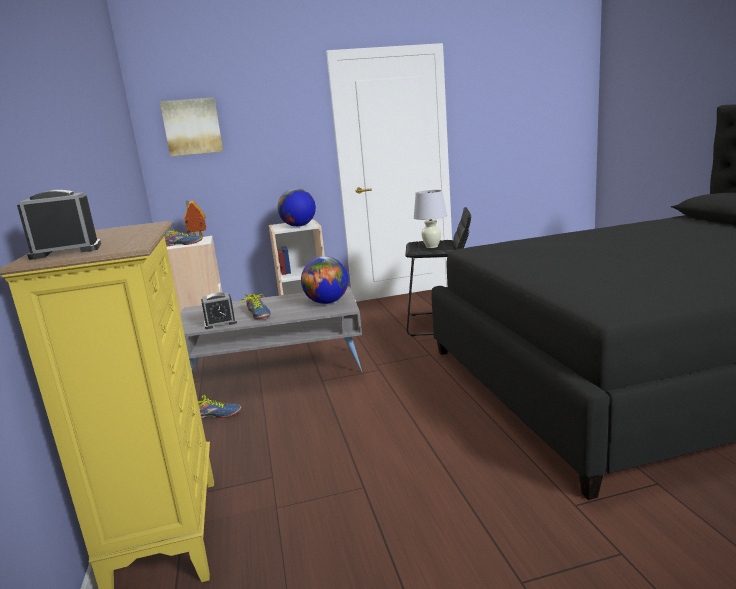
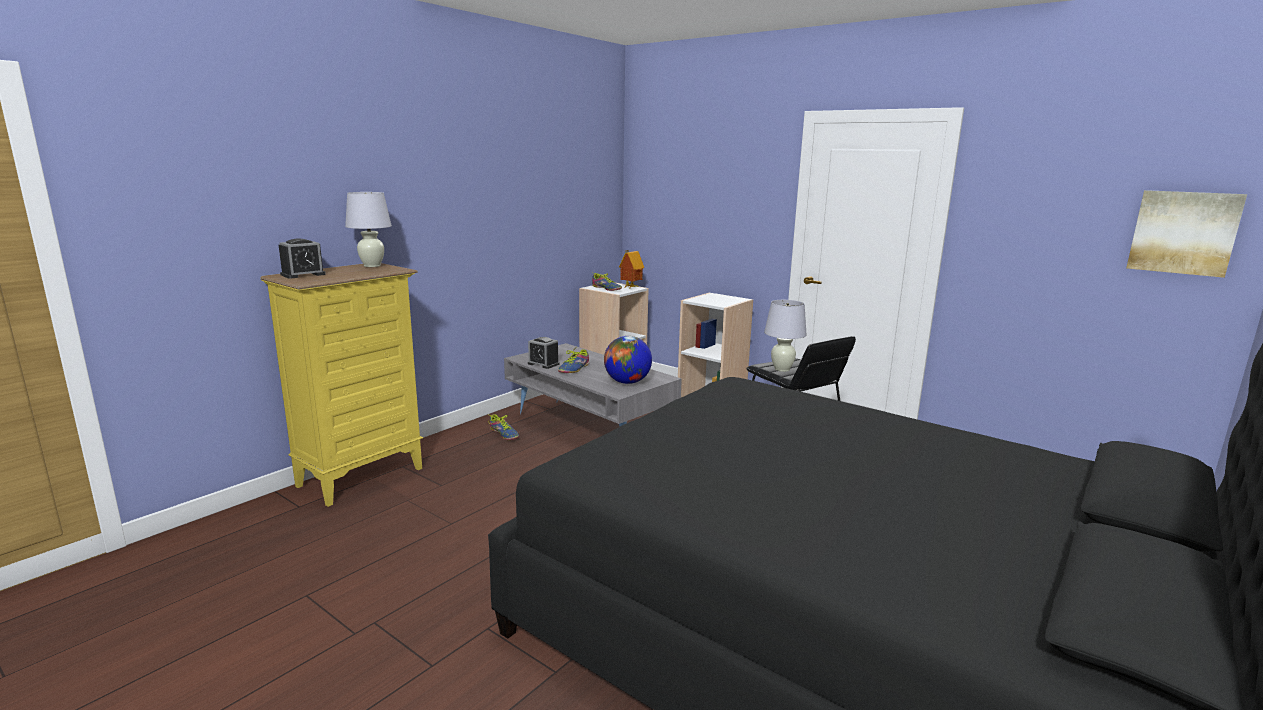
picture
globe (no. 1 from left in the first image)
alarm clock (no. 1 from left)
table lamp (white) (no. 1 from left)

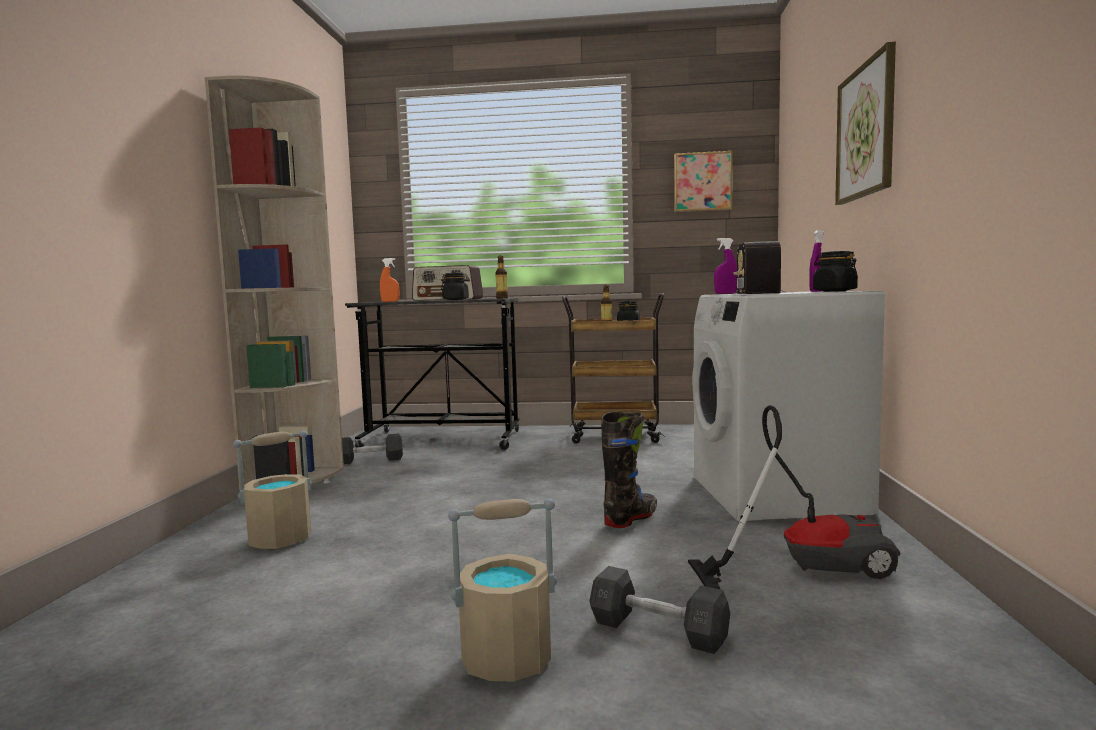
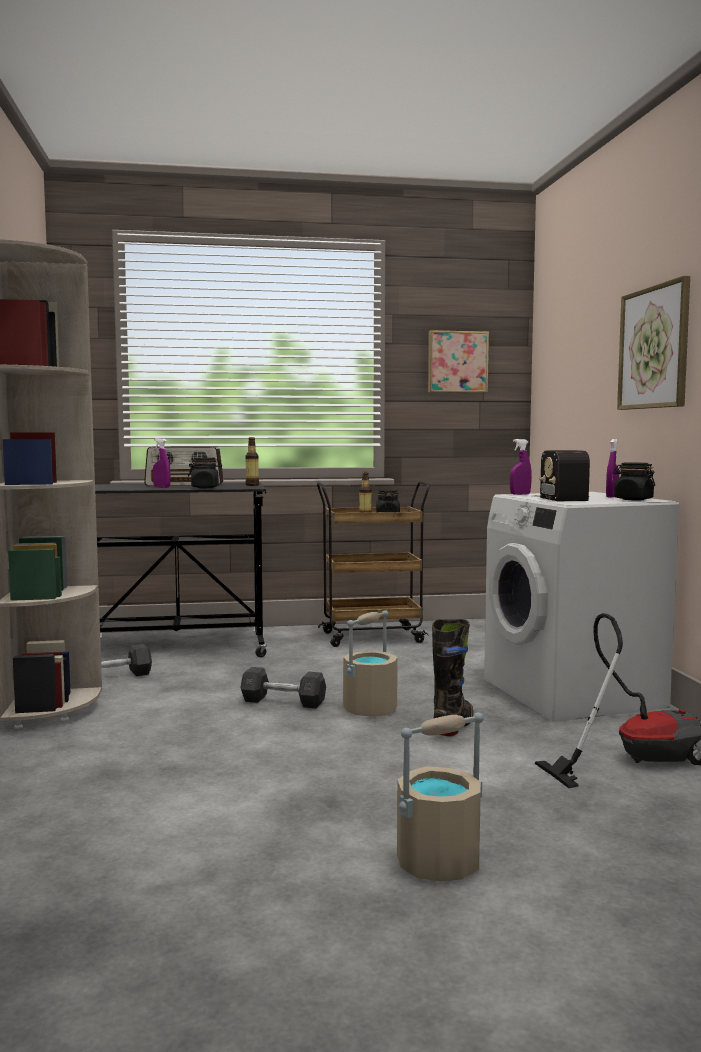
spray bottle (orange)
bucket (beige) (no. 1 from left)
dumbbell (grey) (no. 2 from left)
spray bottle (purple) (no. 1 from left)

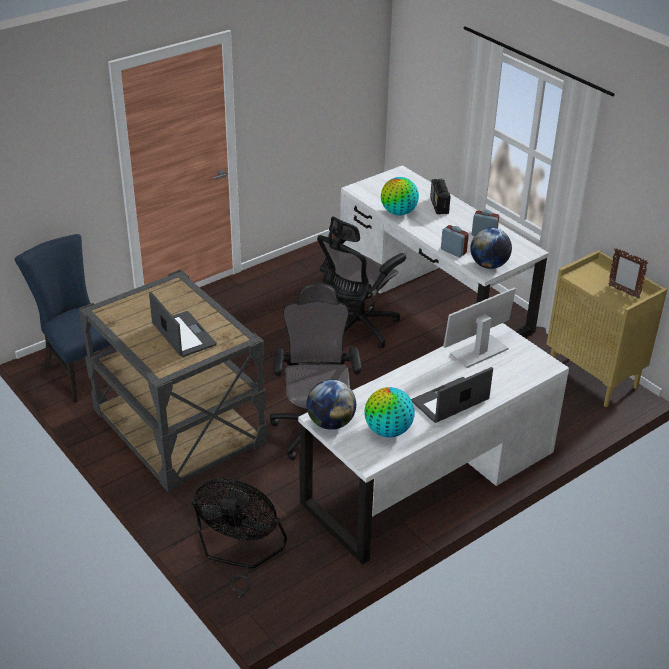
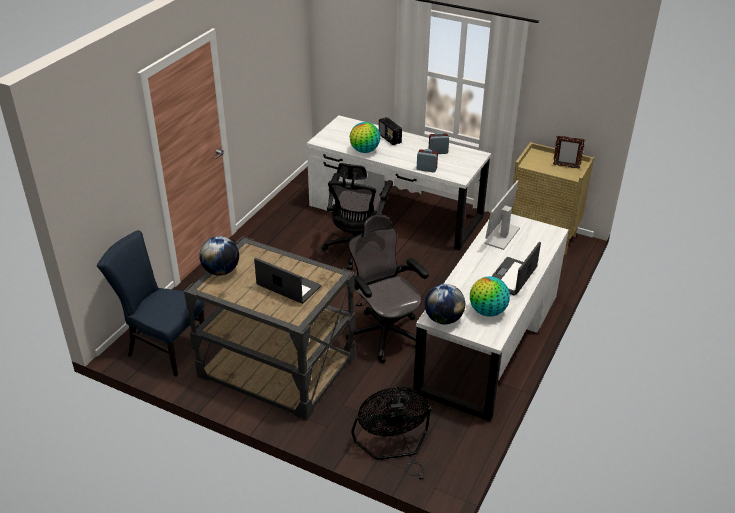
globe (no. 1 from left)

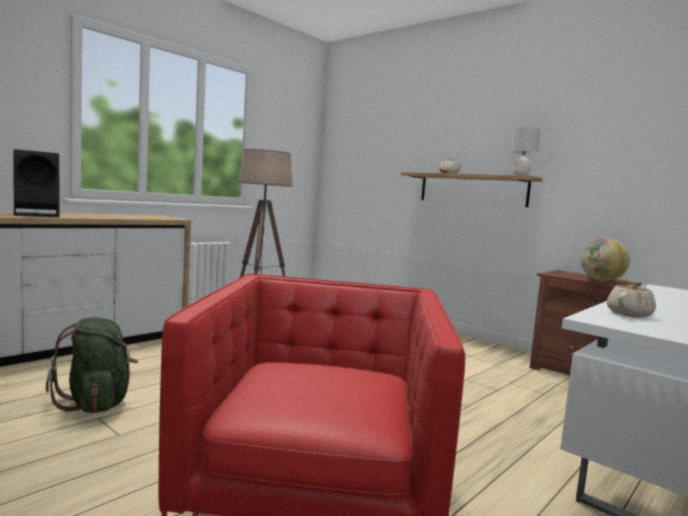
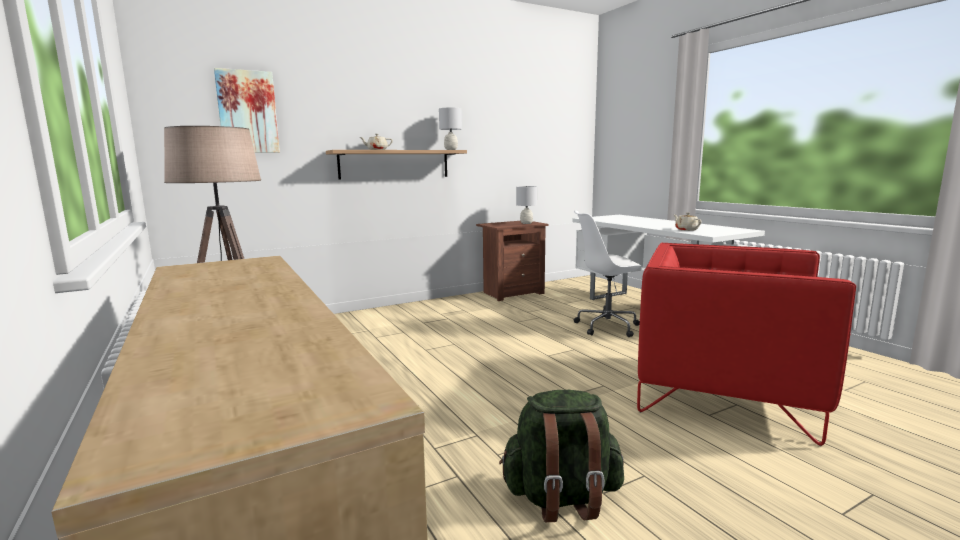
speaker (black)
table lamp (grey) (no. 2 from left)
picture
office chair (white)

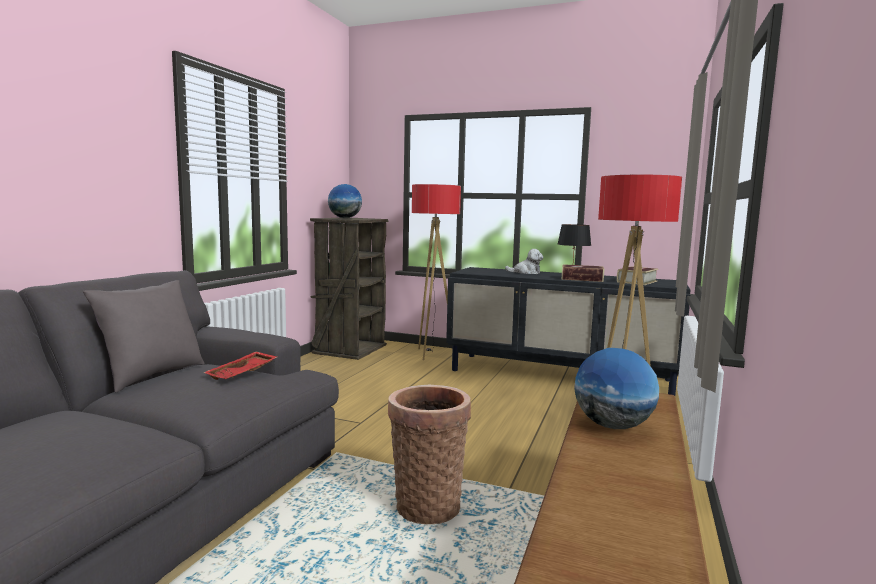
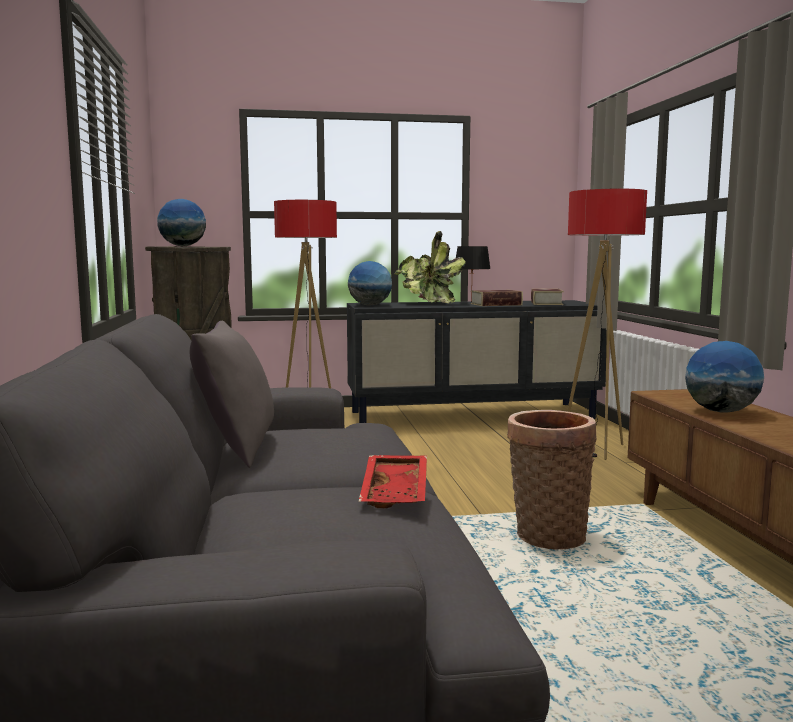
potted plant
tray (red)
globe (no. 2 from left)

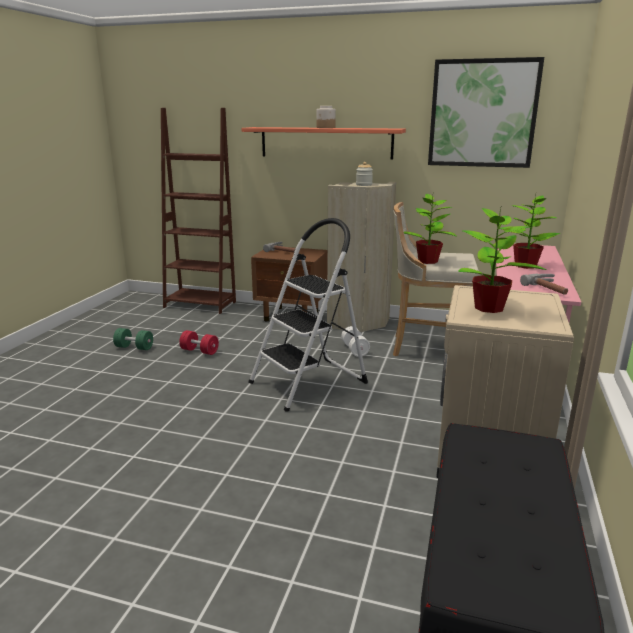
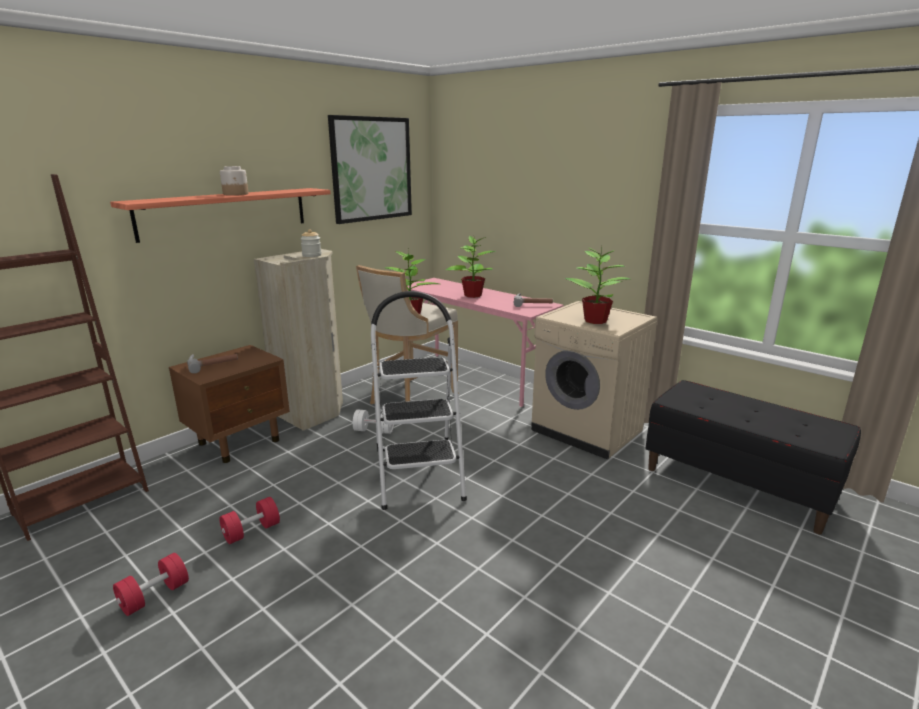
dumbbell (red) (no. 1 from left)

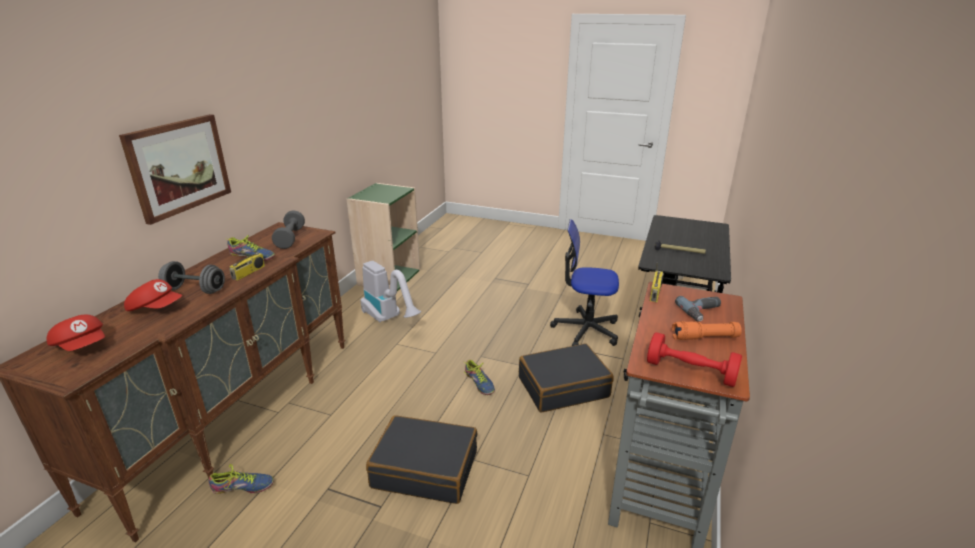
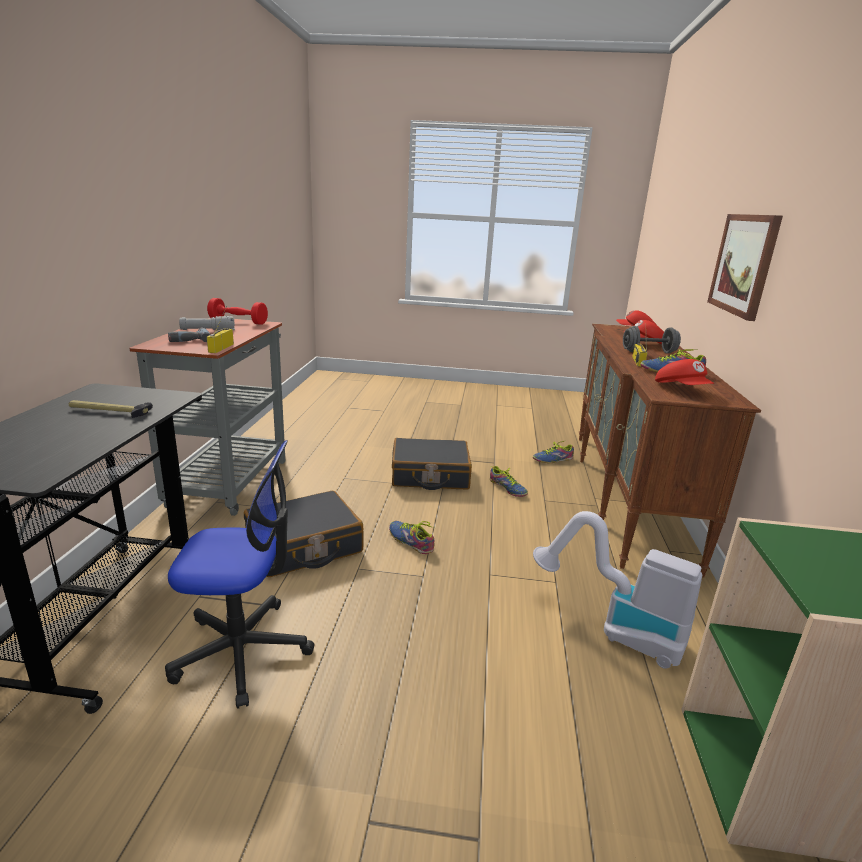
cap (red) (no. 3 from left)
flashlight (grey)
shoe (no. 2 from left)

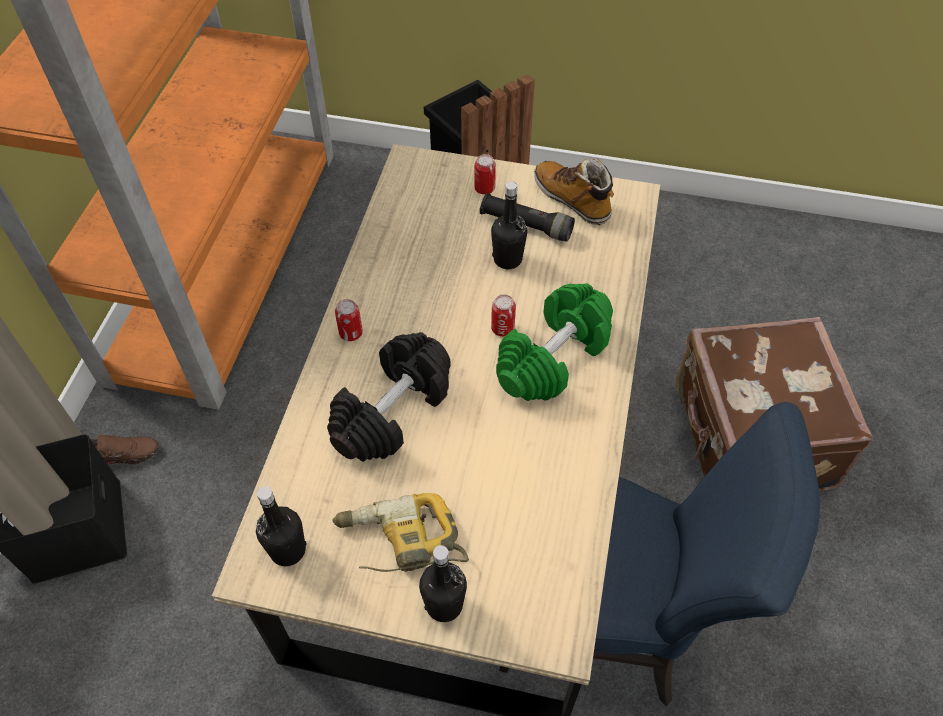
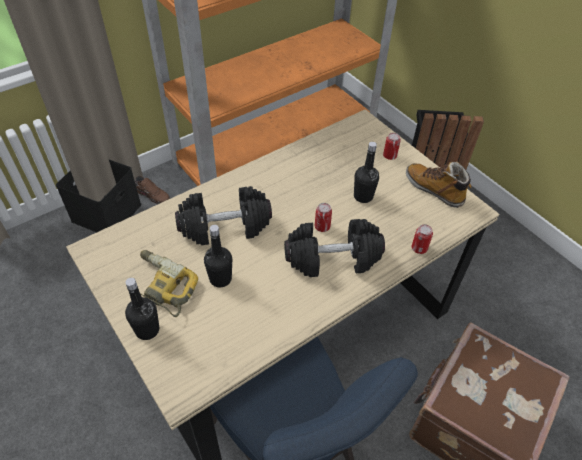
boot
flashlight (black)
dumbbell (black) (no. 2 from left)
can (no. 3 from left)
bottle (black) (no. 2 from left)

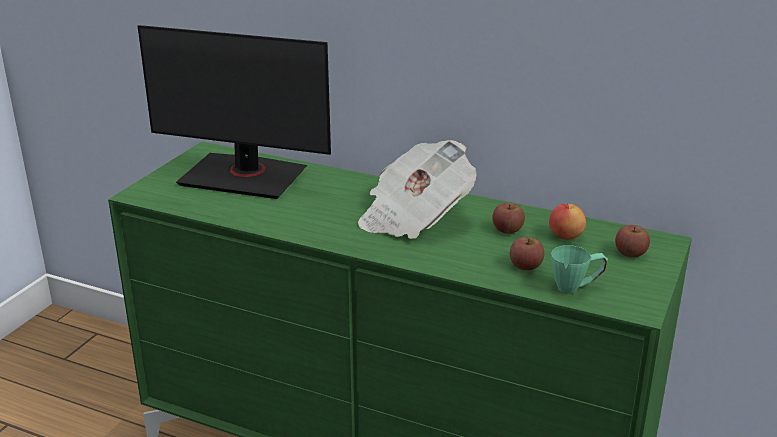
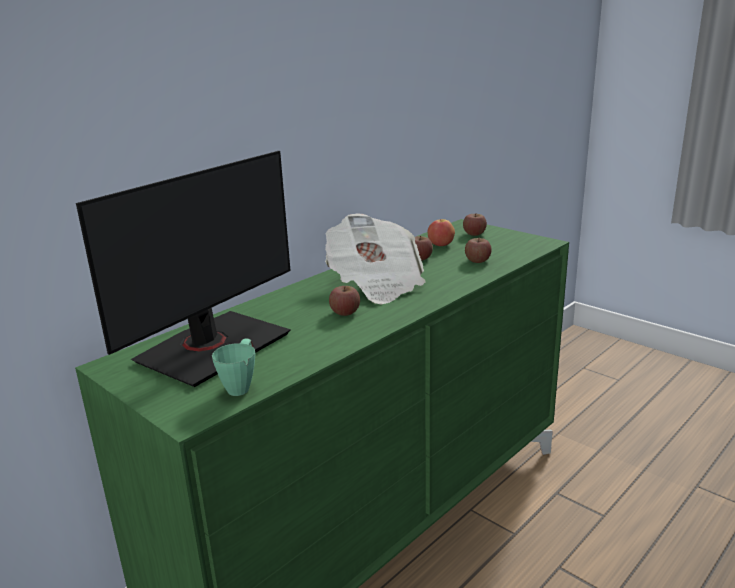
mug (green)
apple (no. 1 from left)

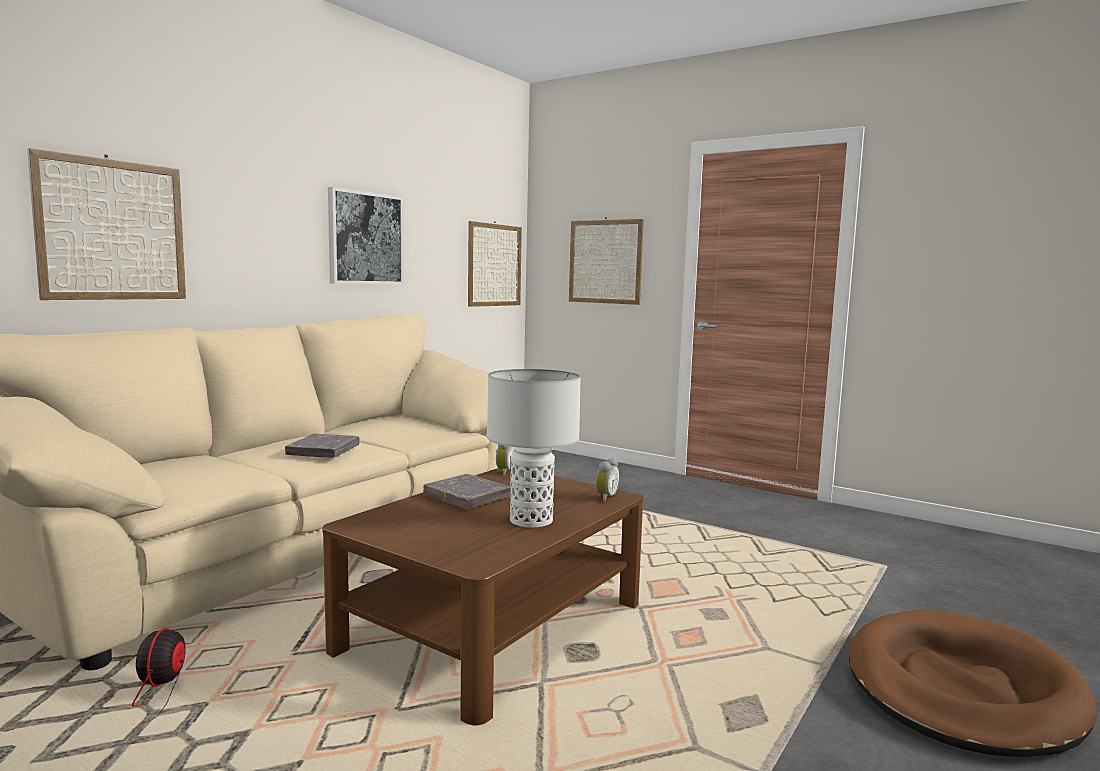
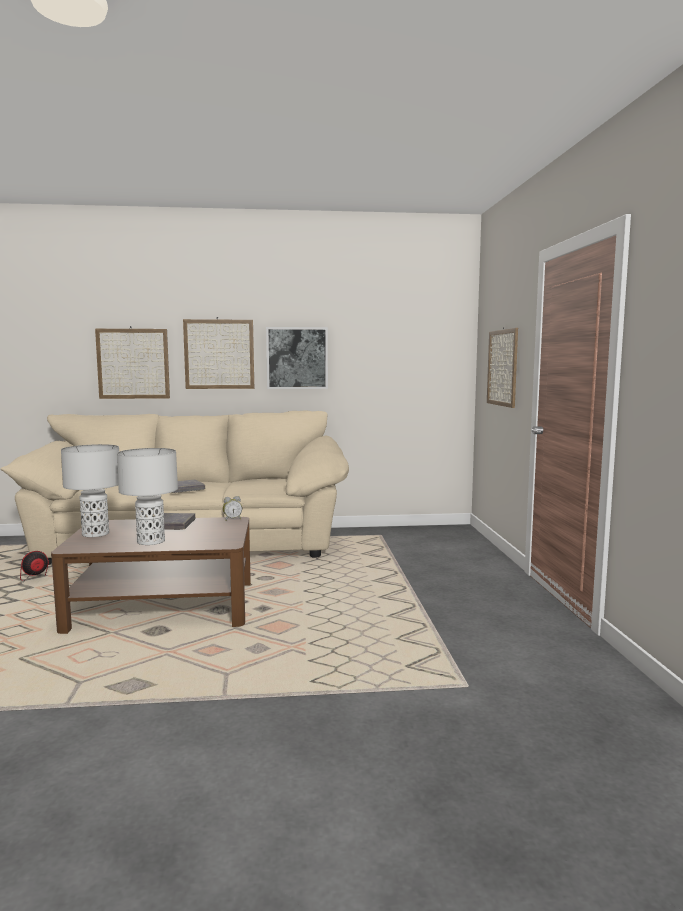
picture (no. 2 from left)
alarm clock (no. 2 from left in the first image)
dog bed (brown)
table lamp (white) (no. 1 from left)

